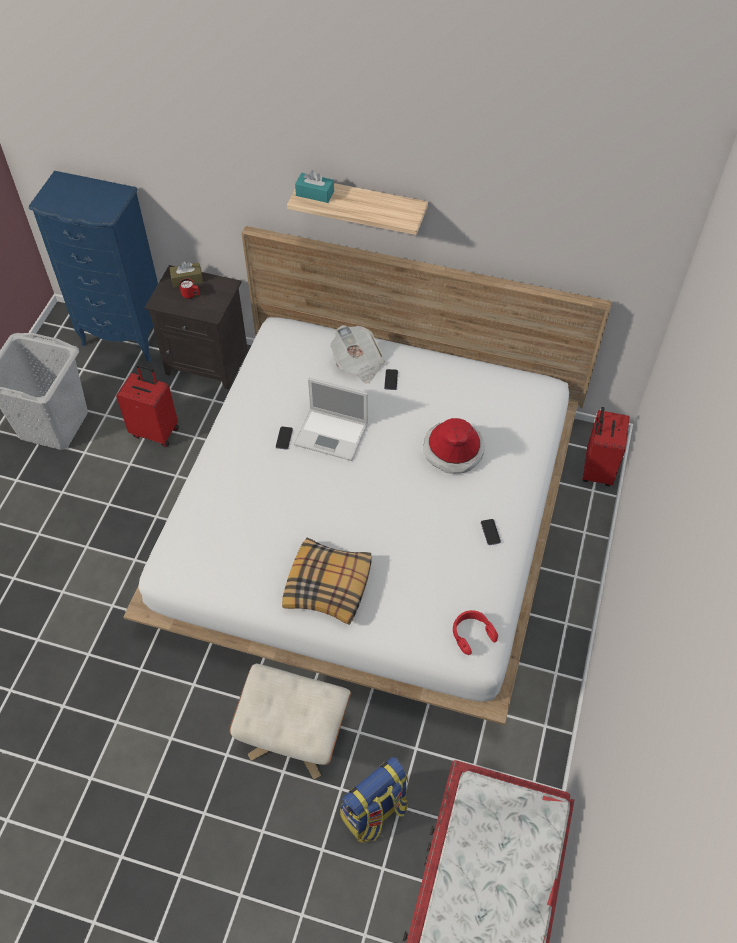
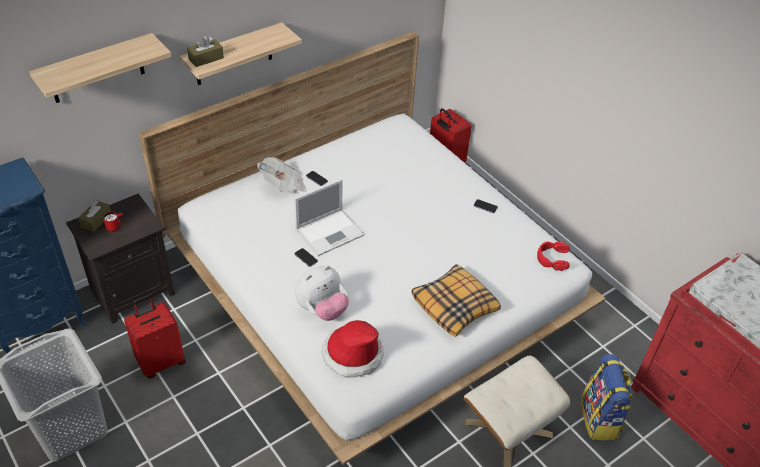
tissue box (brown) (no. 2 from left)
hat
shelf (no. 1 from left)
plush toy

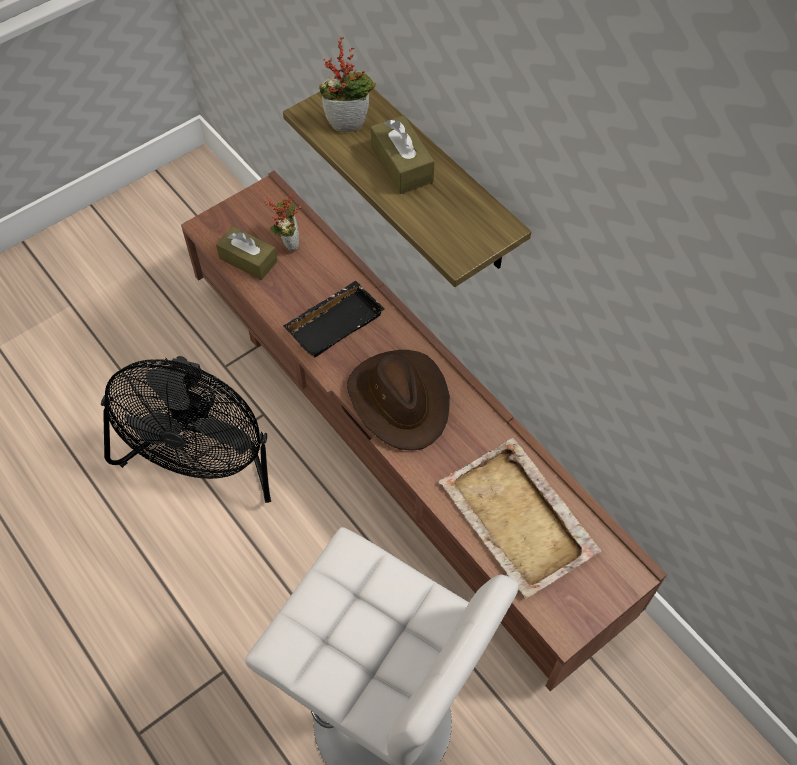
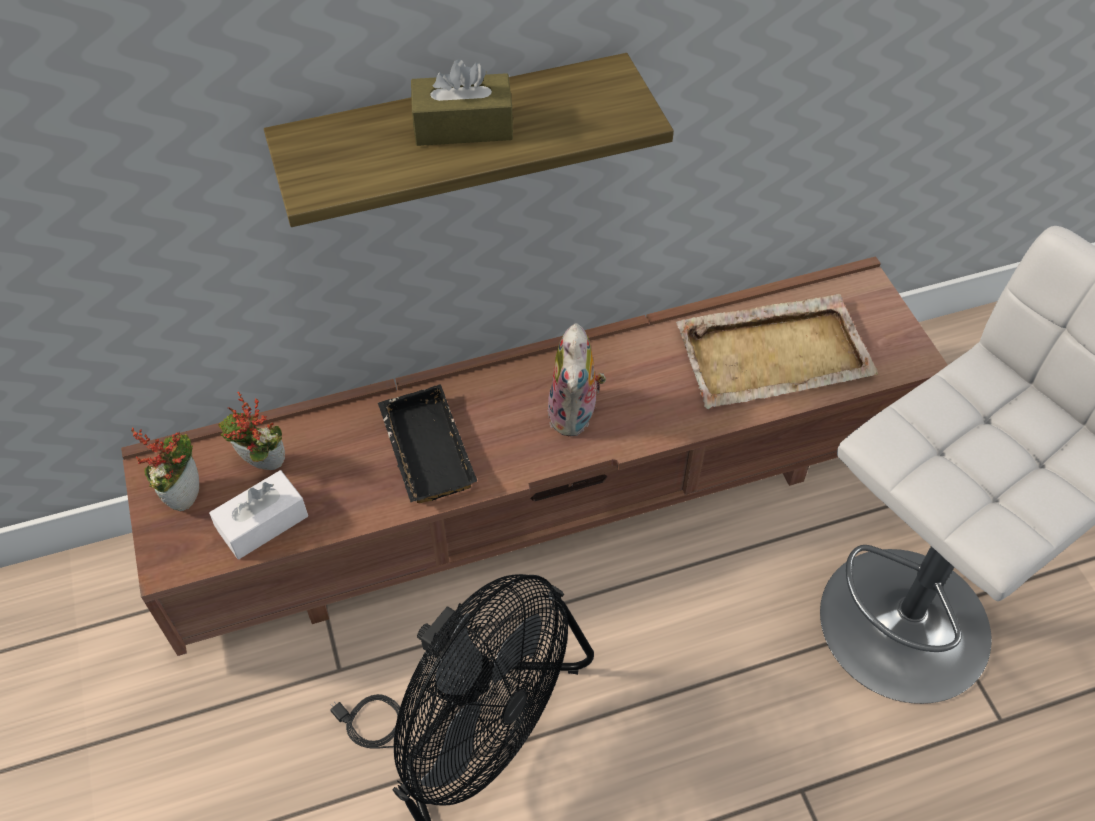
potted plant (no. 1 from left)
tissue box (white)
plush toy

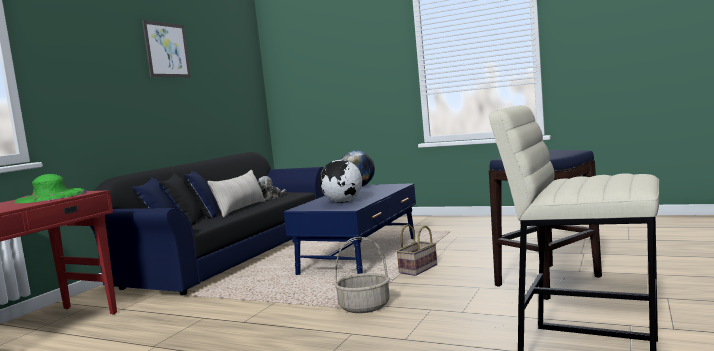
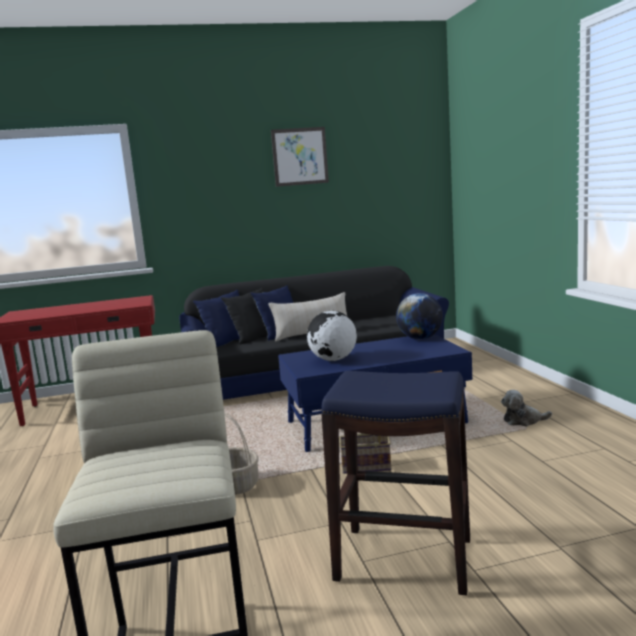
hat (green)
plush toy

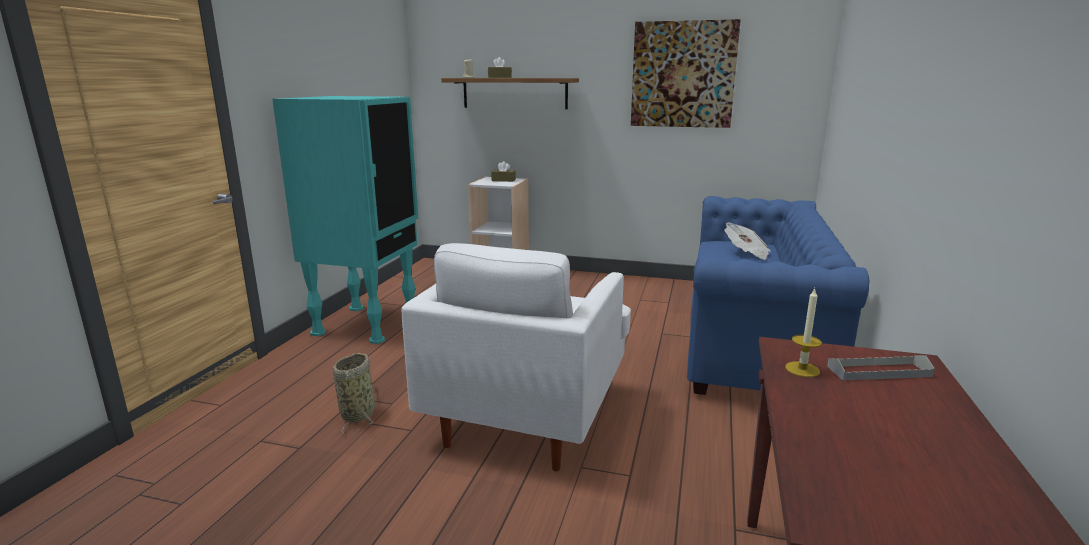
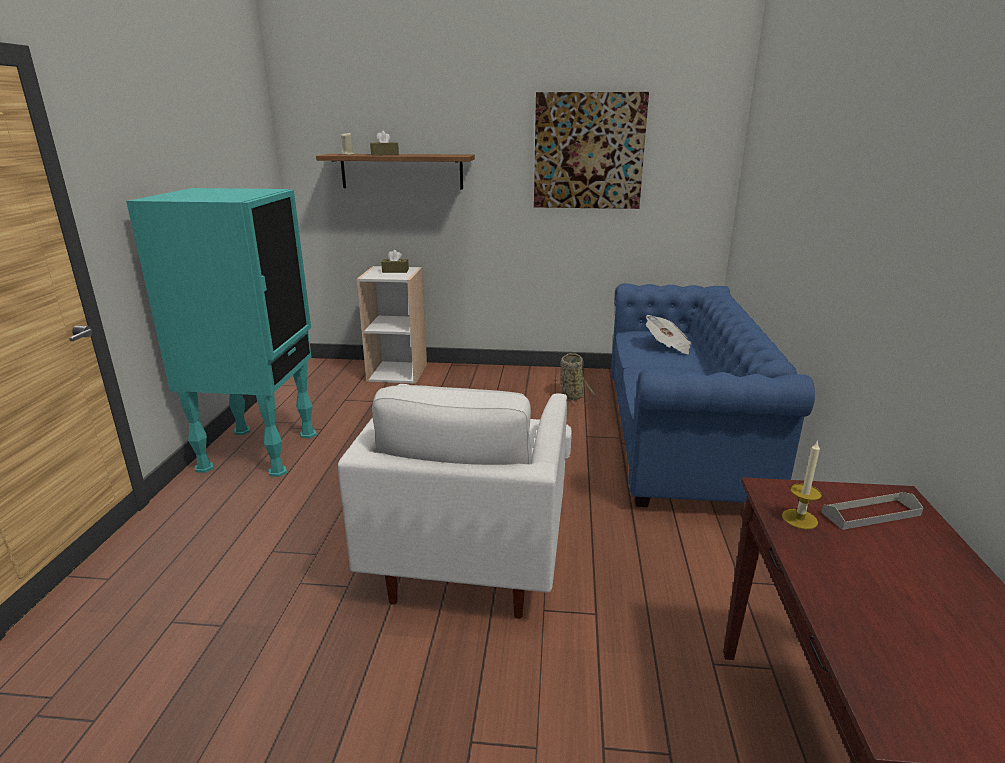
basket

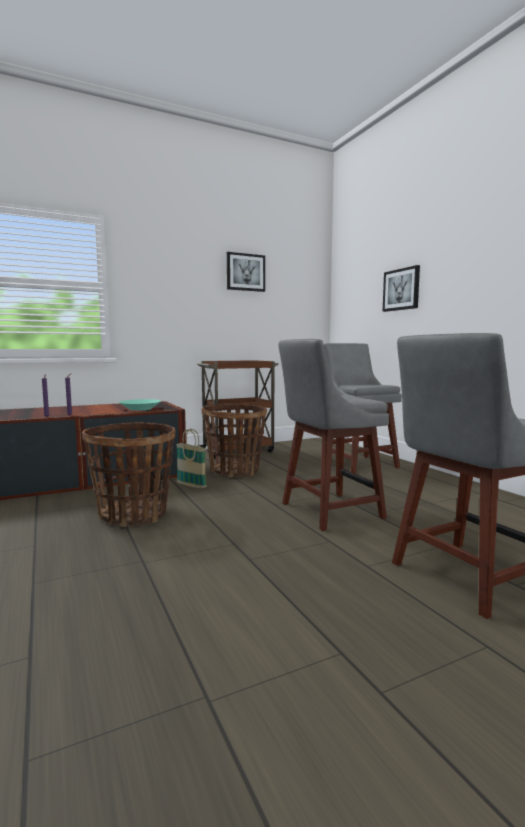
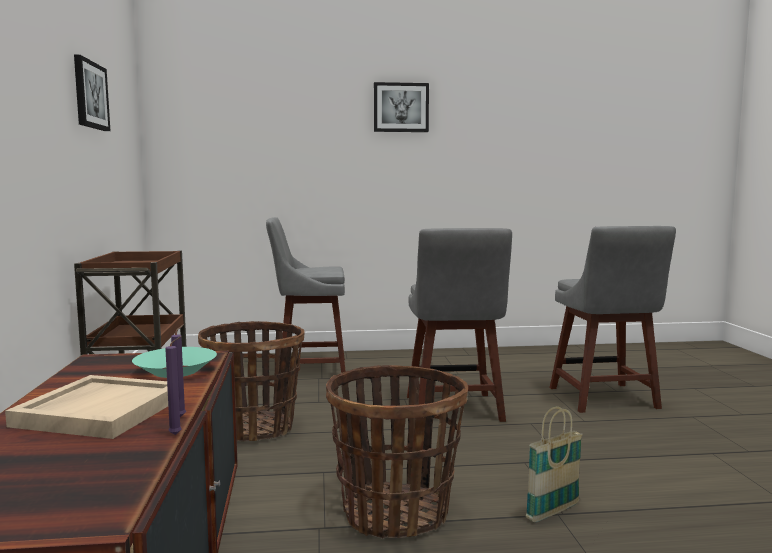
picture (no. 2 from left)
basket (no. 3 from left)
tray (beige)

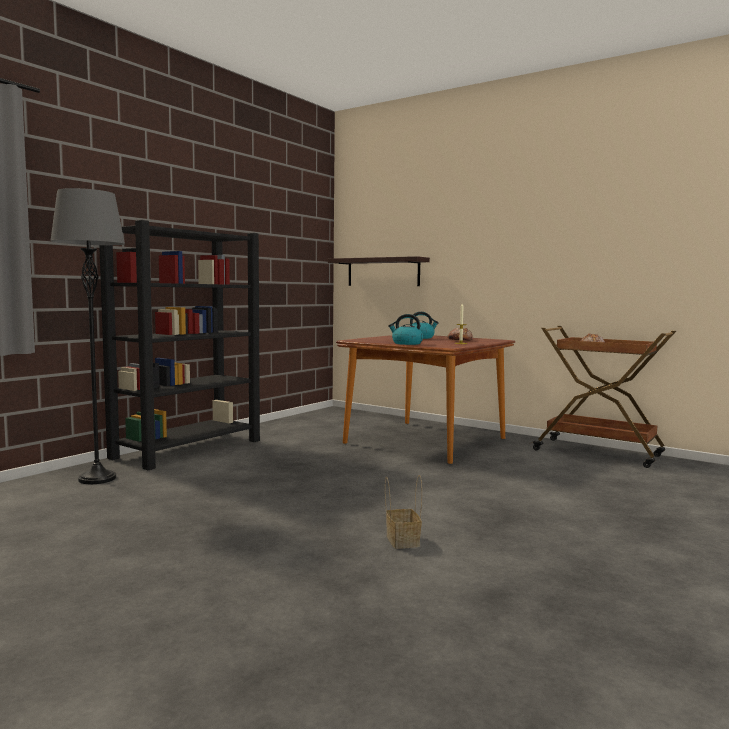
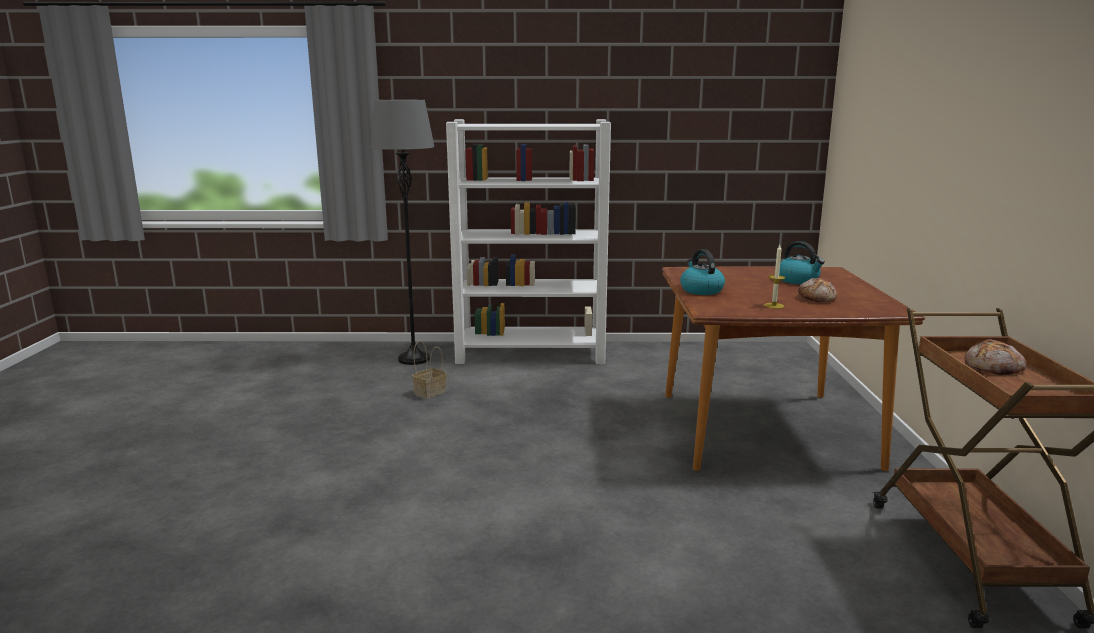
bookcase (white)
shelf
basket

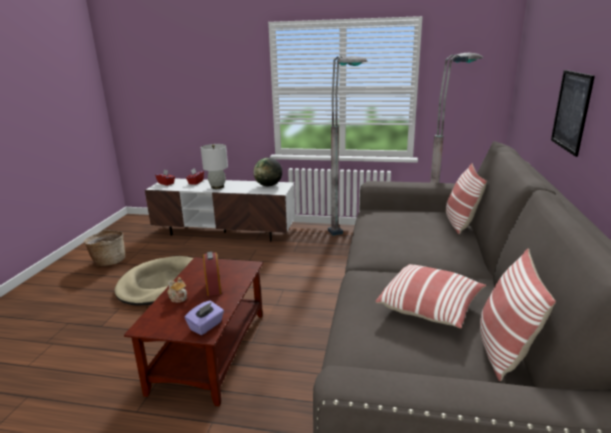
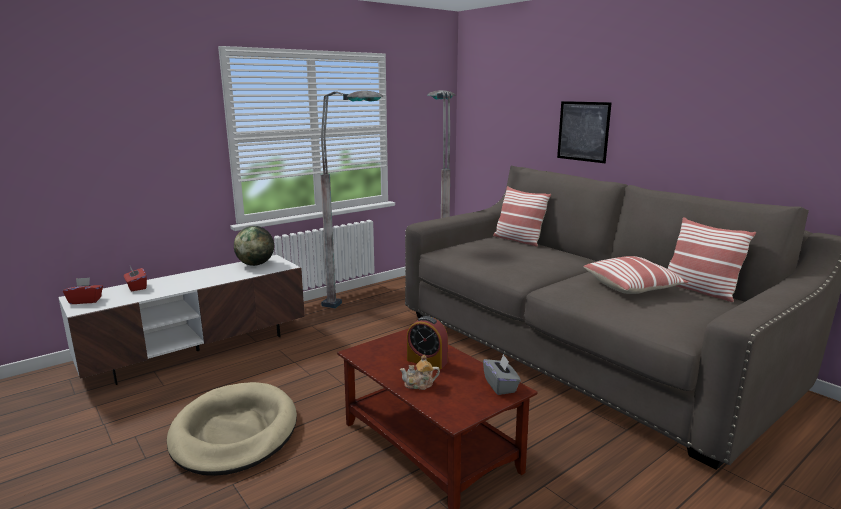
table lamp (white)
basket
tissue box (grey)

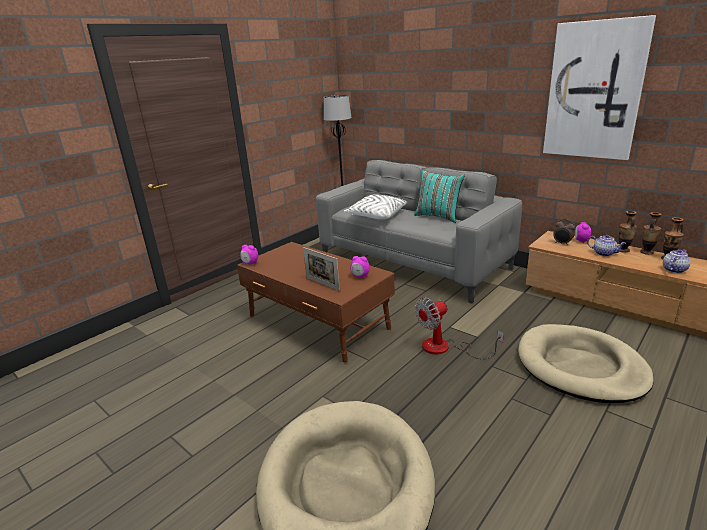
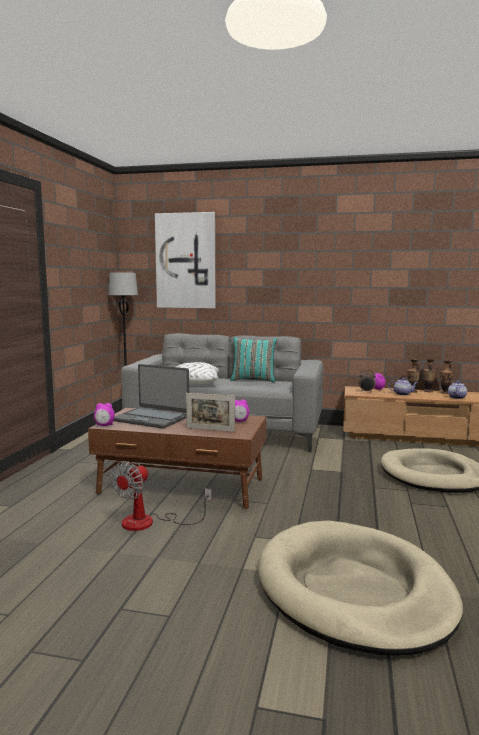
picture
fan
laptop

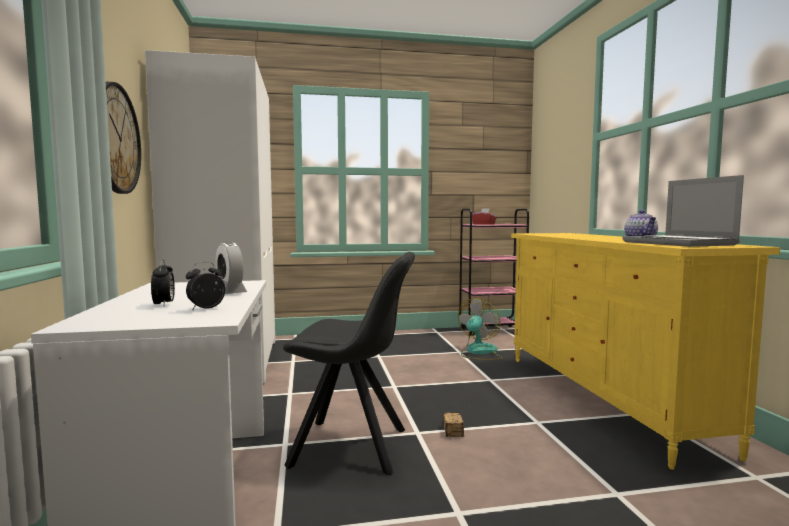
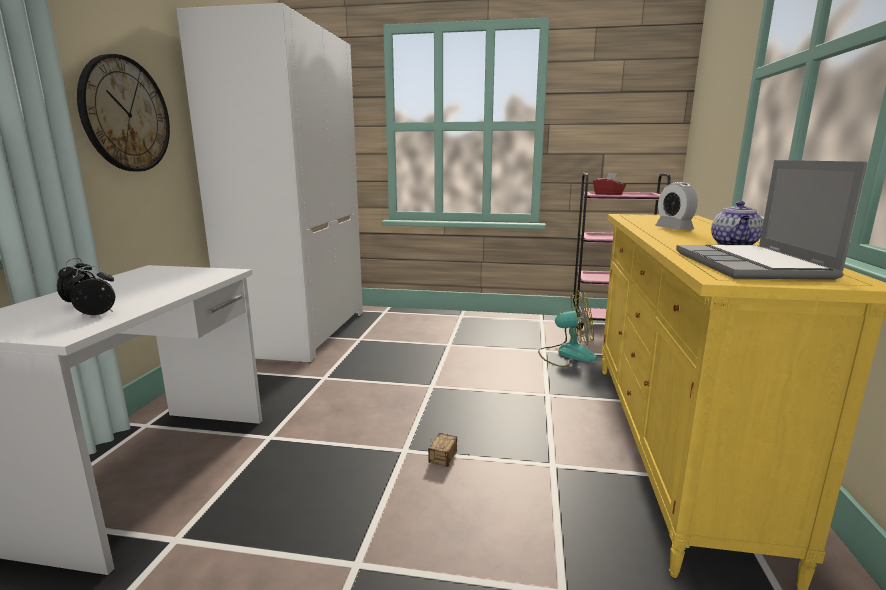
alarm clock (no. 3 from left)
chair (black)
fan

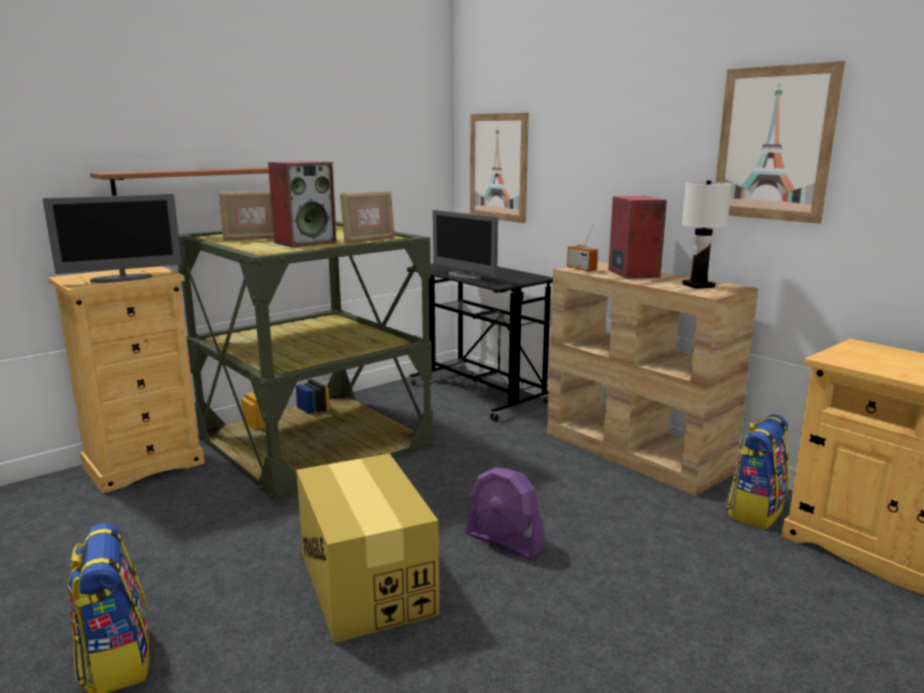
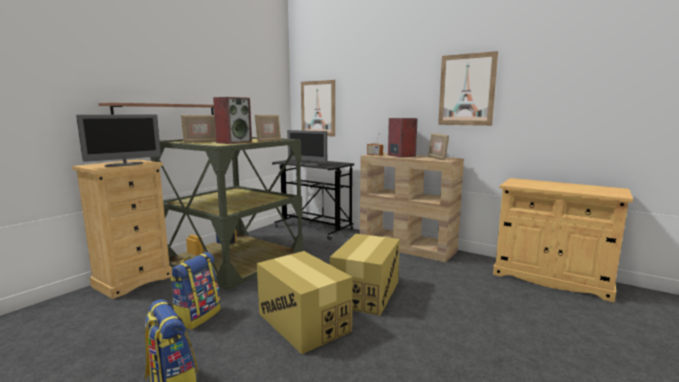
picture frame (no. 3 from left)
backpack (no. 2 from left)
cardboard box (no. 2 from left)

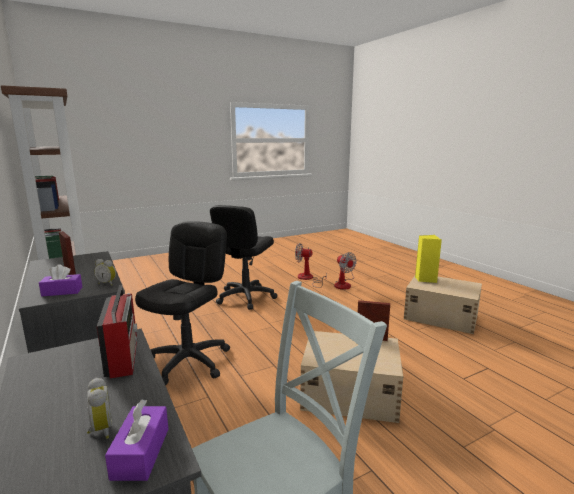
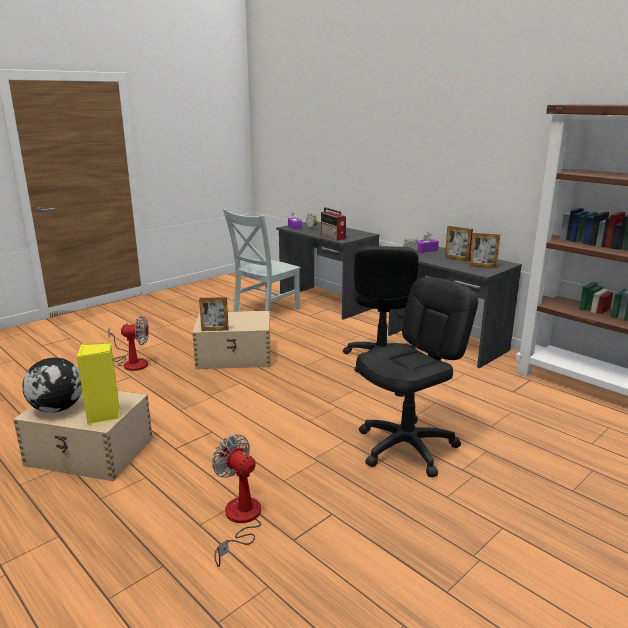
office chair (black) (no. 2 from left)
fan (no. 1 from left)
picture frame (no. 3 from left)
globe

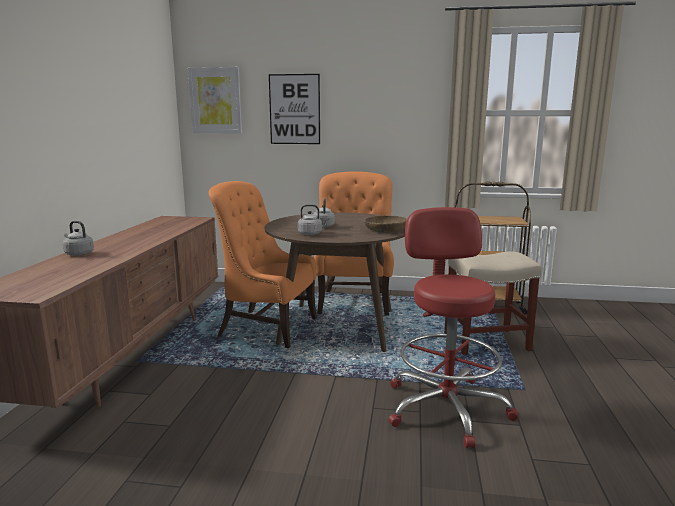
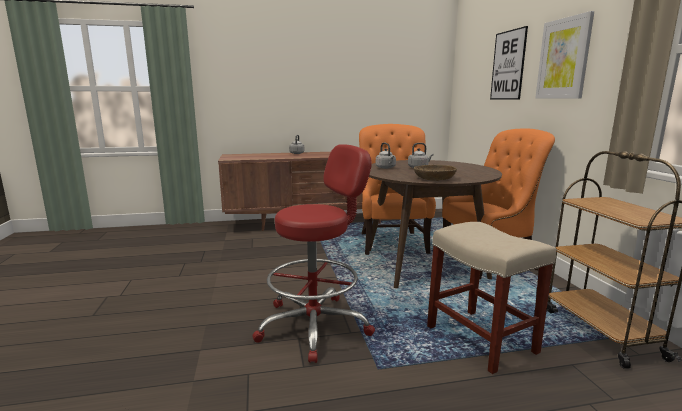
picture (no. 2 from left)

